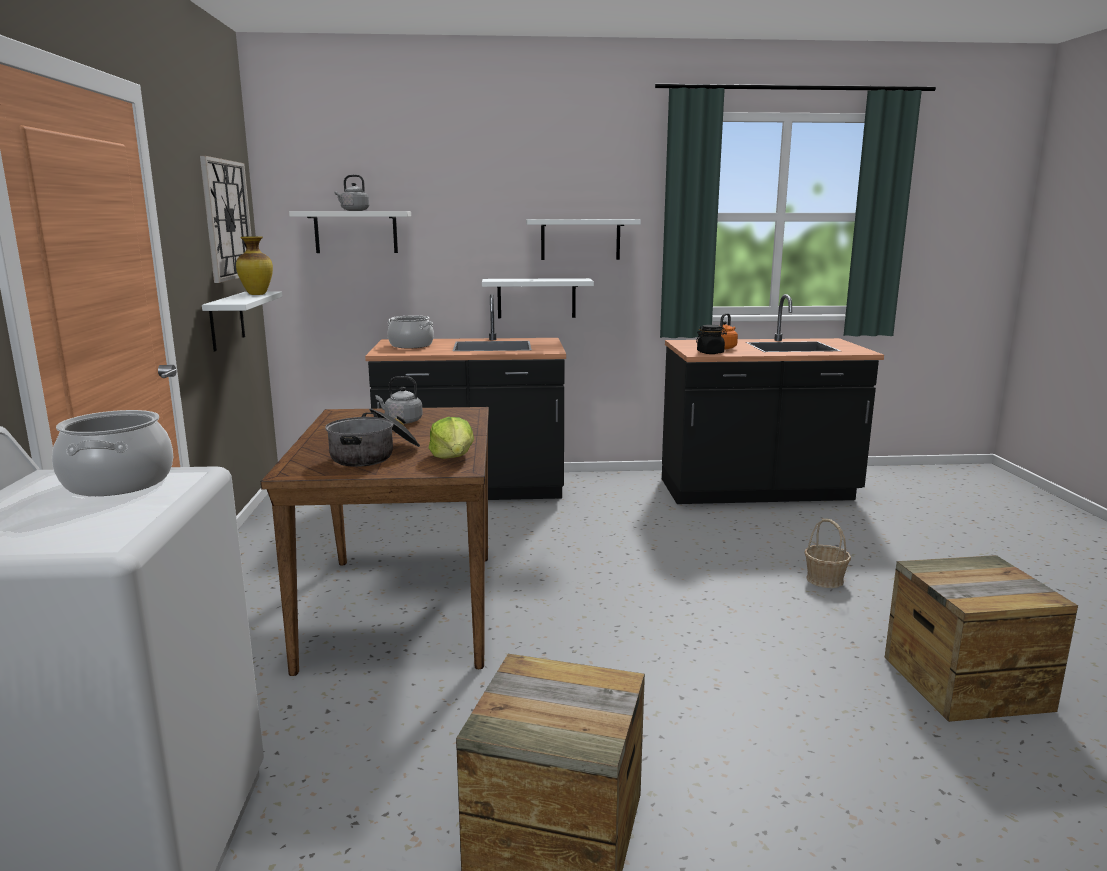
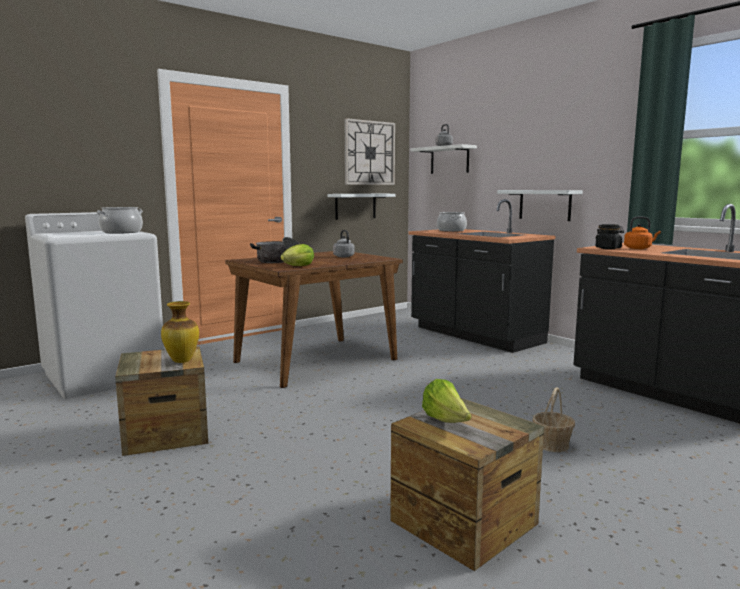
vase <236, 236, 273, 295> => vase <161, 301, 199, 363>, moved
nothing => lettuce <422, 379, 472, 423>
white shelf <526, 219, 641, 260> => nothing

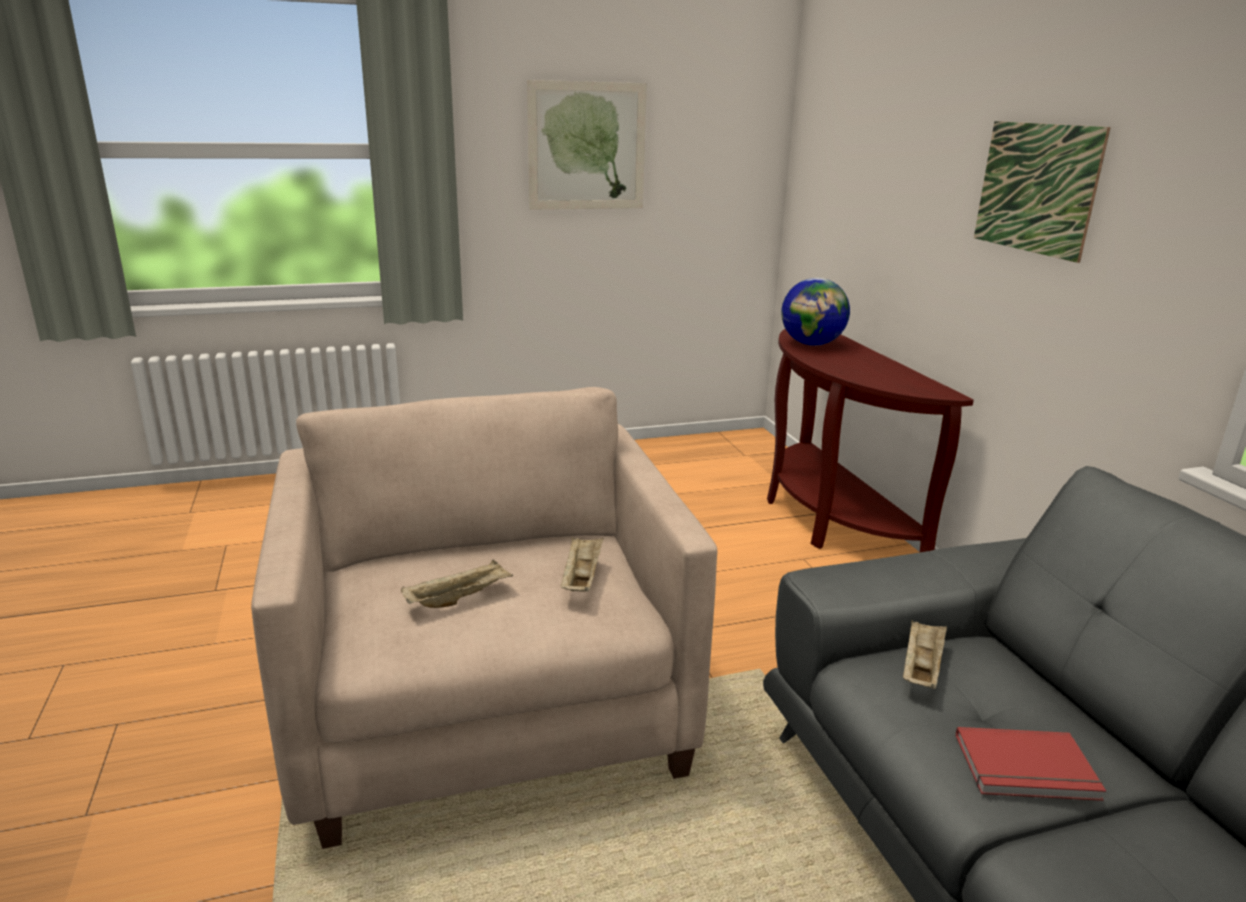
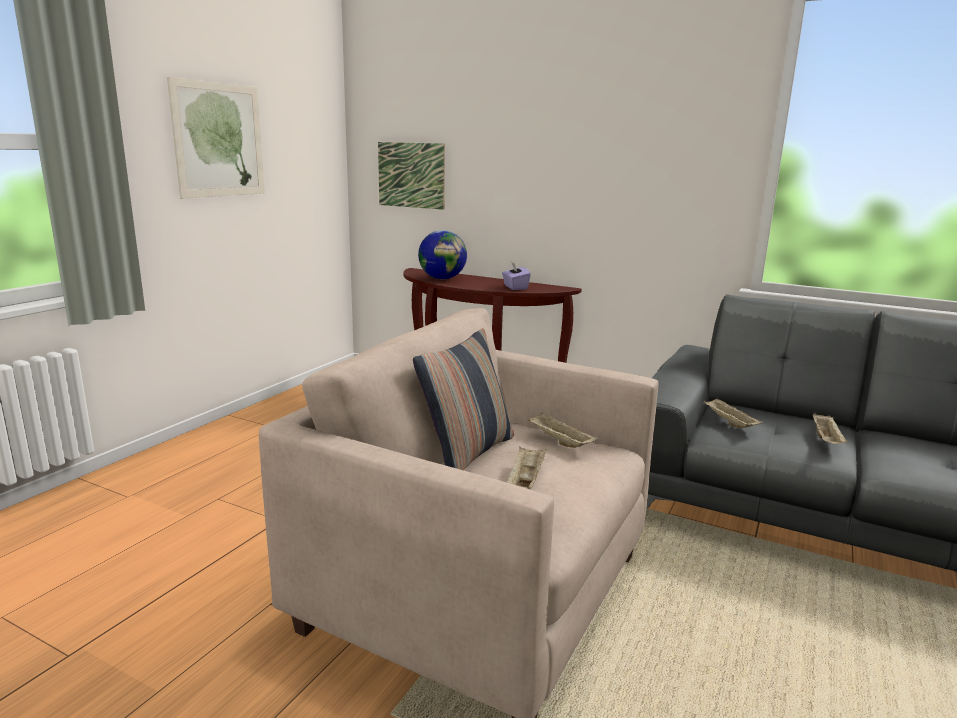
picture <974, 121, 1111, 263> => picture <378, 142, 445, 210>, moved
nothing => pillow <413, 328, 514, 470>
nothing => purple tissue box <502, 261, 531, 290>
red book <956, 727, 1106, 801> => beige tray <813, 413, 847, 444>

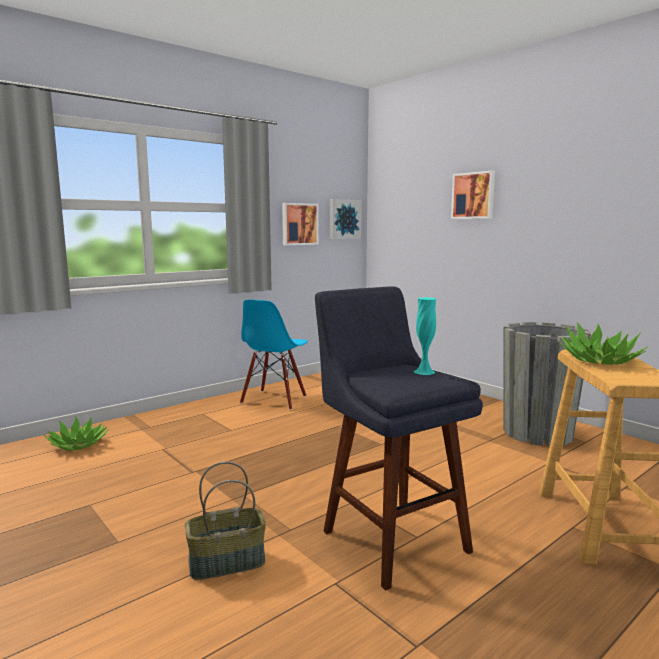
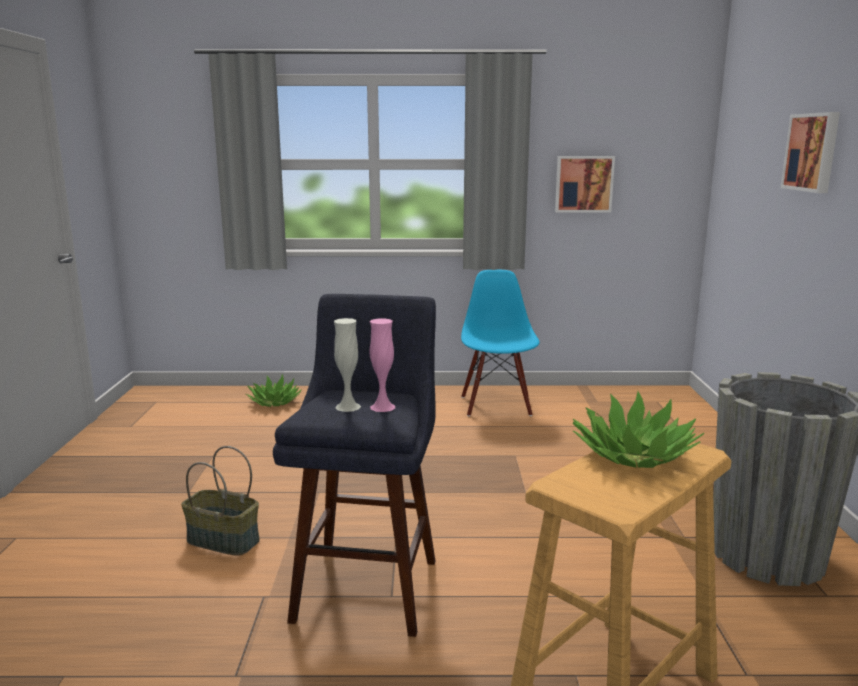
nothing => white vase <334, 318, 361, 412>
turquoise vase <414, 297, 436, 375> => pink vase <370, 318, 395, 412>
blue chair <240, 300, 308, 410> => blue chair <461, 270, 539, 416>, 120 degrees clockwise
picture <330, 199, 362, 239> => nothing

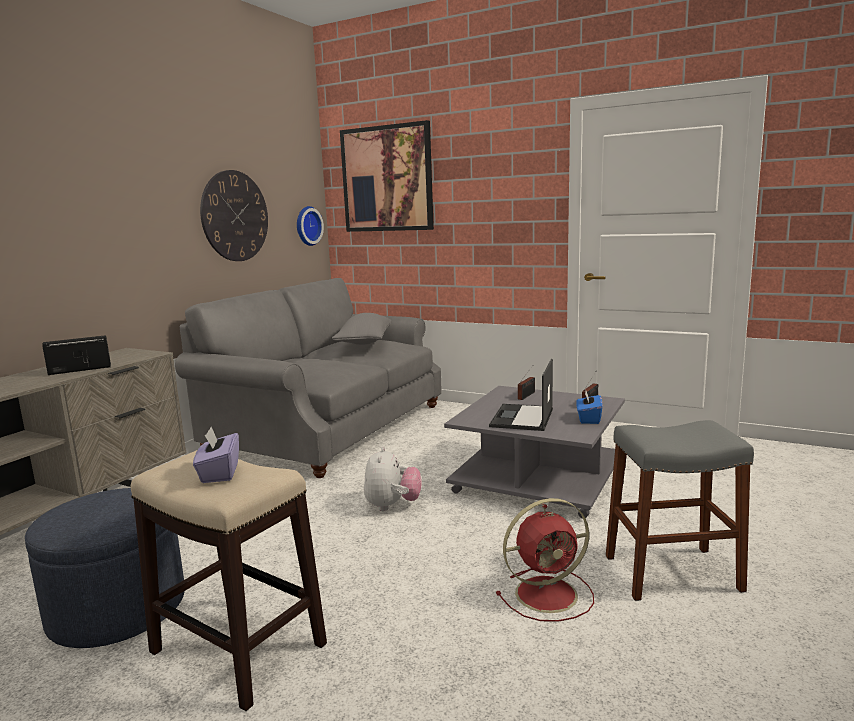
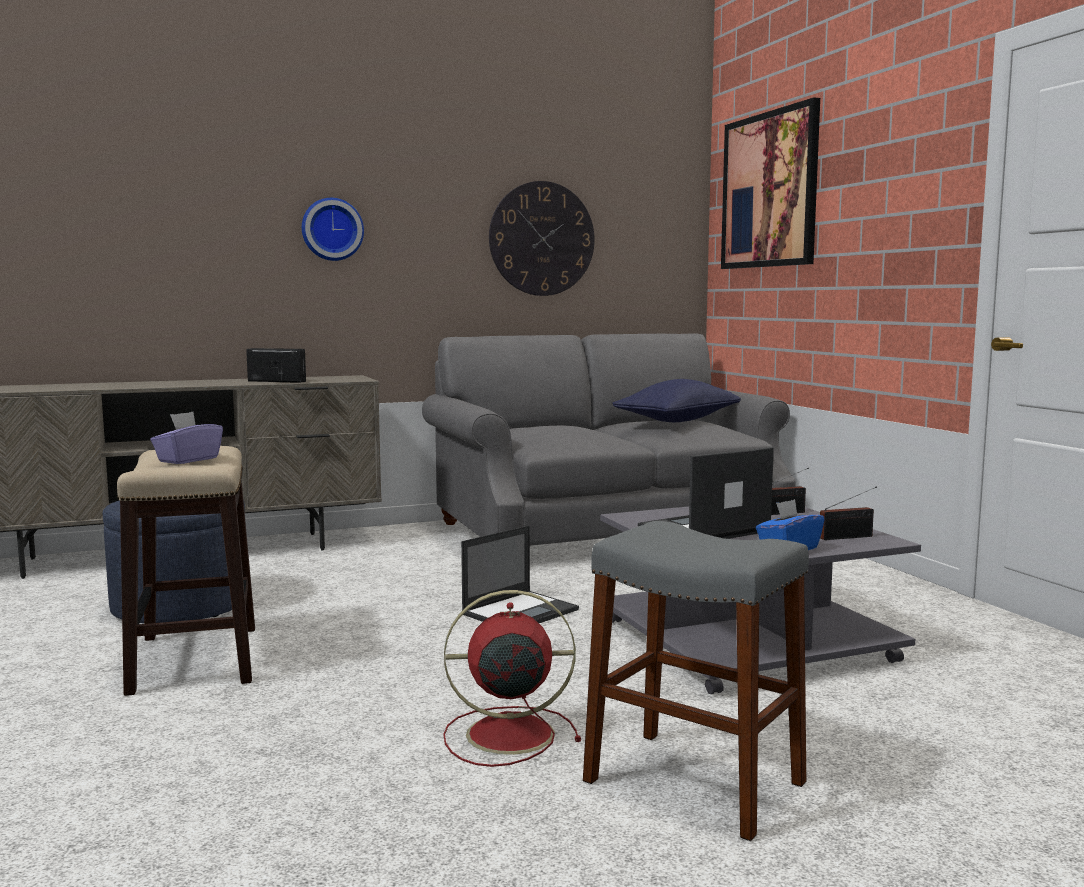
wall clock <297, 206, 324, 246> => wall clock <302, 198, 364, 261>, moved
red fan <496, 498, 594, 622> => red fan <443, 590, 581, 767>, 150 degrees clockwise
plush toy <364, 447, 421, 511> => laptop <461, 525, 579, 623>
grey pillow <332, 313, 392, 345> => blue pillow <612, 379, 741, 422>

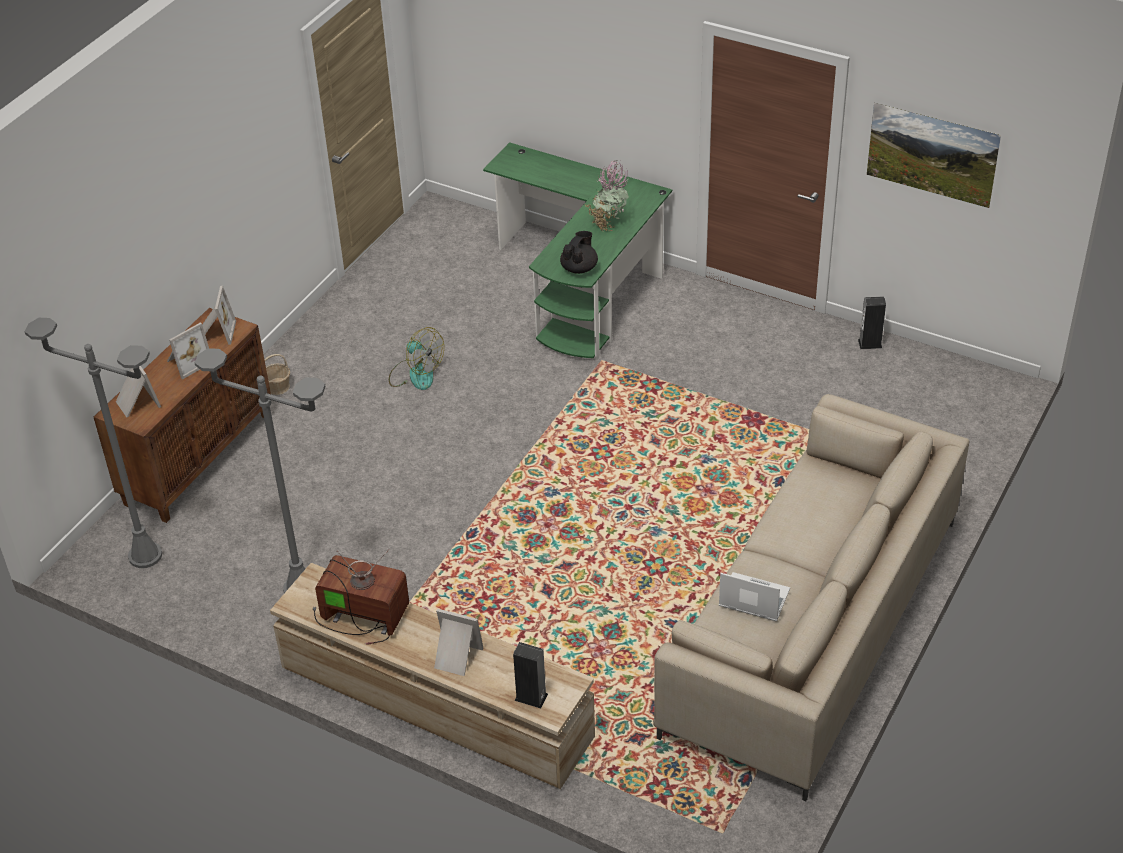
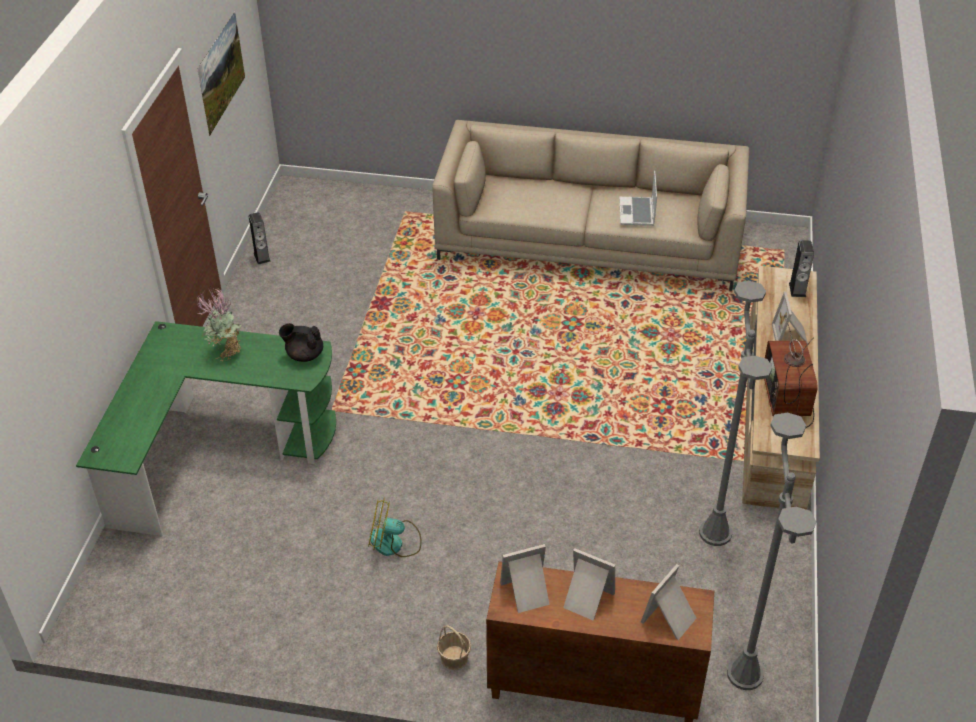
fan <389, 327, 444, 390> => fan <368, 497, 422, 557>, 105 degrees counterclockwise

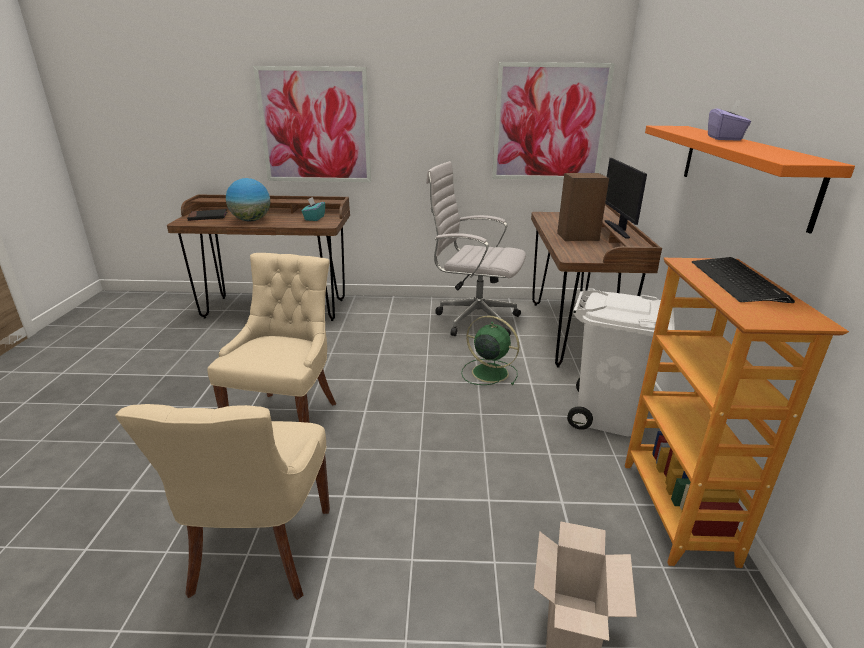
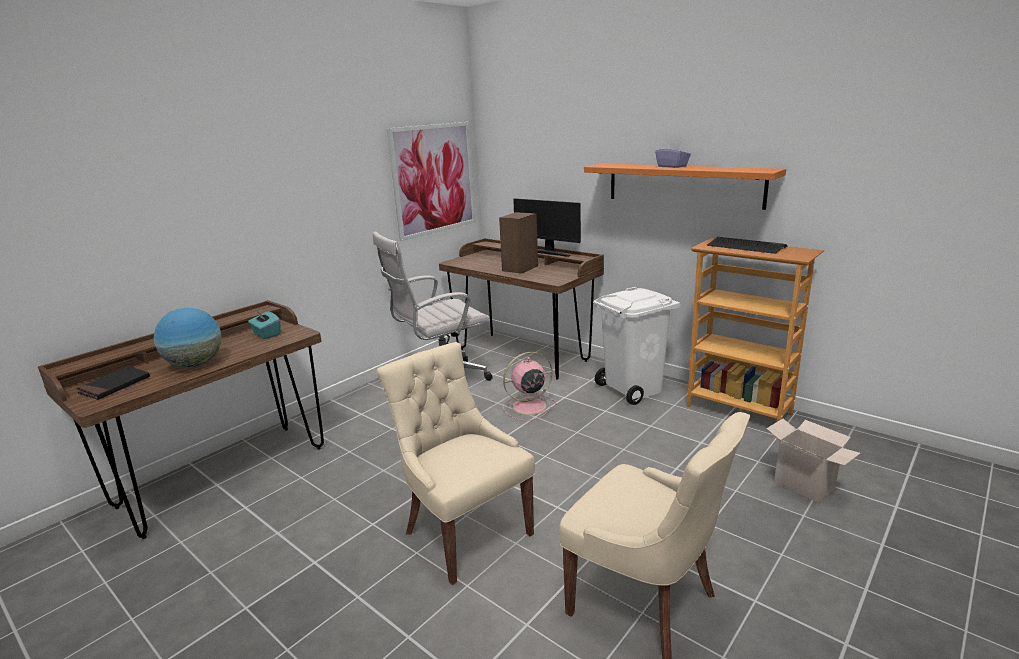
green fan <461, 315, 520, 385> => pink fan <503, 352, 558, 421>
picture <253, 66, 371, 182> => nothing

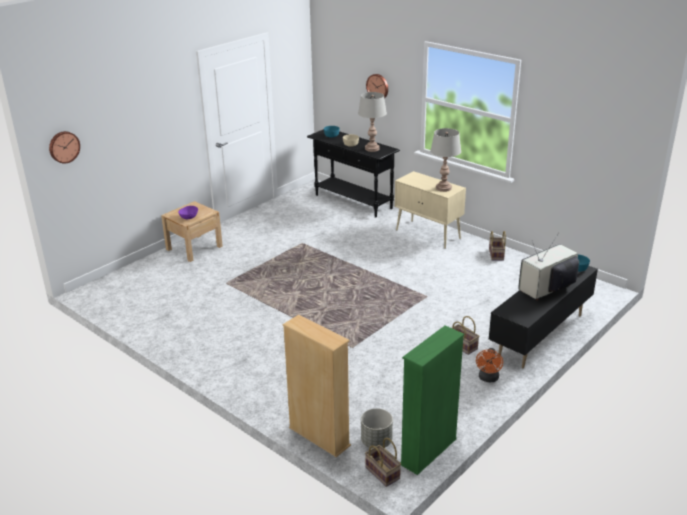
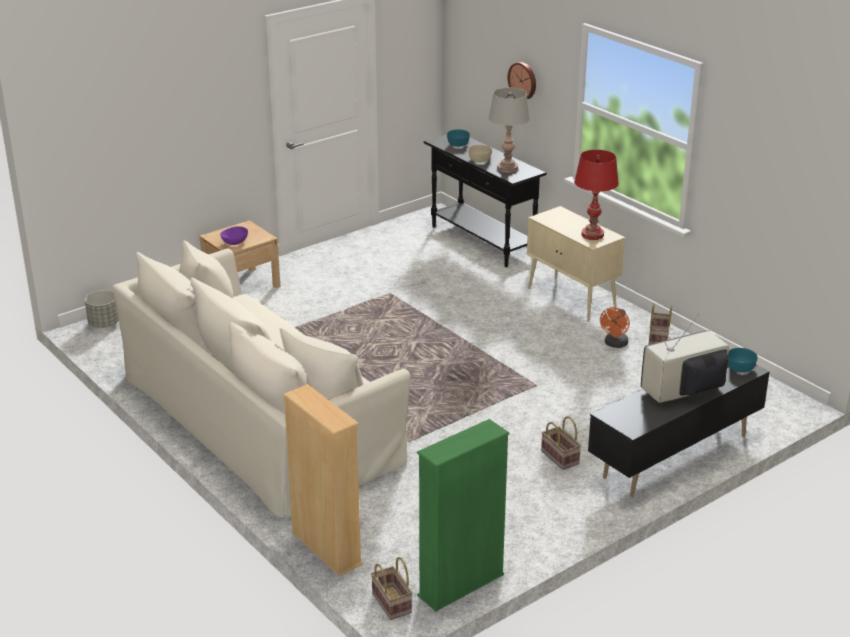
grey planter <361, 408, 393, 448> => grey planter <85, 290, 119, 328>, moved
nothing => beige sofa <112, 240, 411, 518>
grey table lamp <430, 128, 461, 192> => red table lamp <574, 150, 619, 240>
orange fan <476, 348, 503, 382> => orange fan <600, 307, 630, 348>, moved
wall clock <49, 131, 80, 164> => nothing

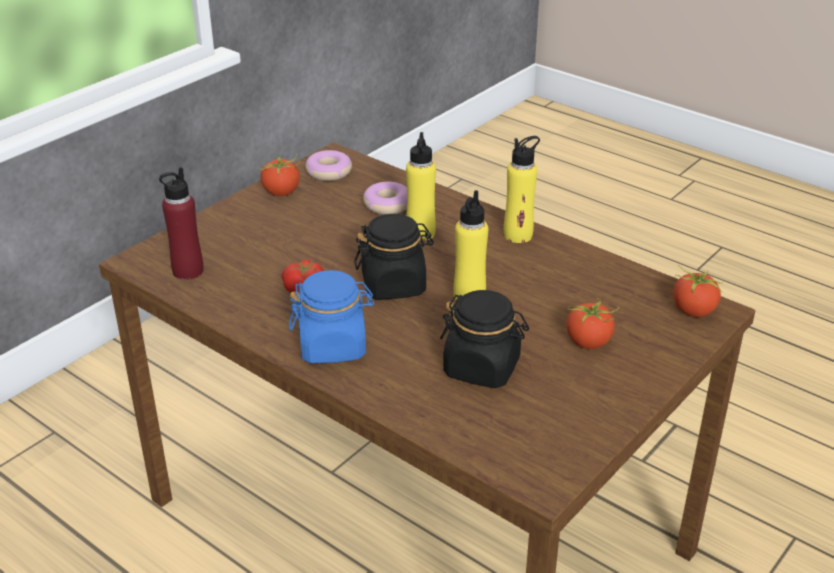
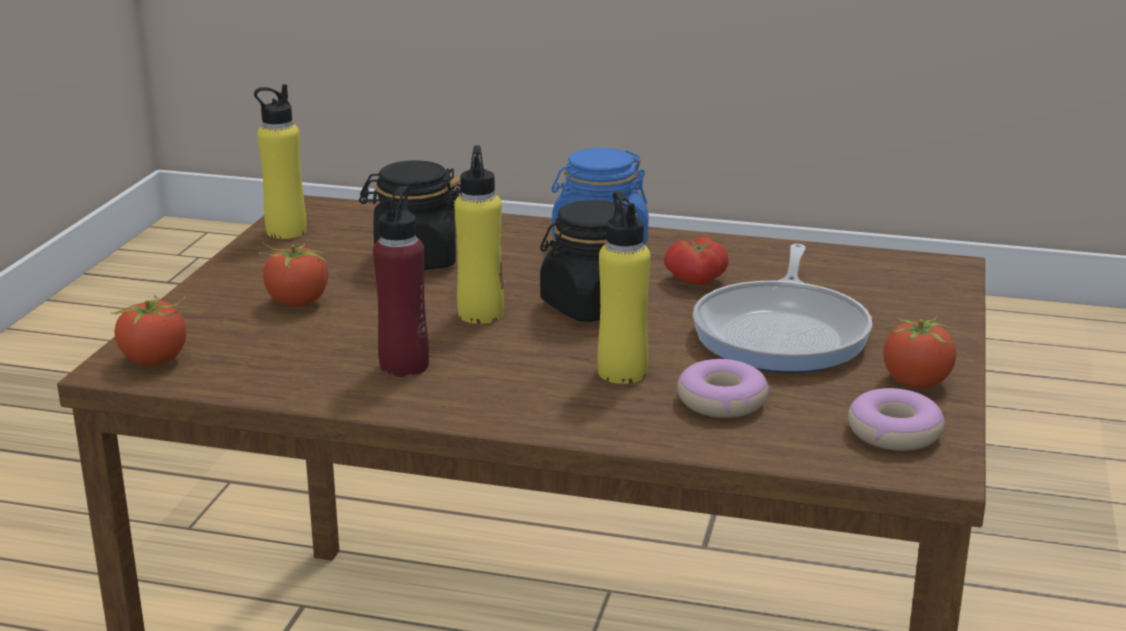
yellow bottle <504, 136, 540, 243> => yellow bottle <254, 84, 307, 239>, moved
red bottle <159, 167, 203, 280> => red bottle <373, 186, 429, 377>, moved
nothing => frying pan <693, 244, 872, 373>

